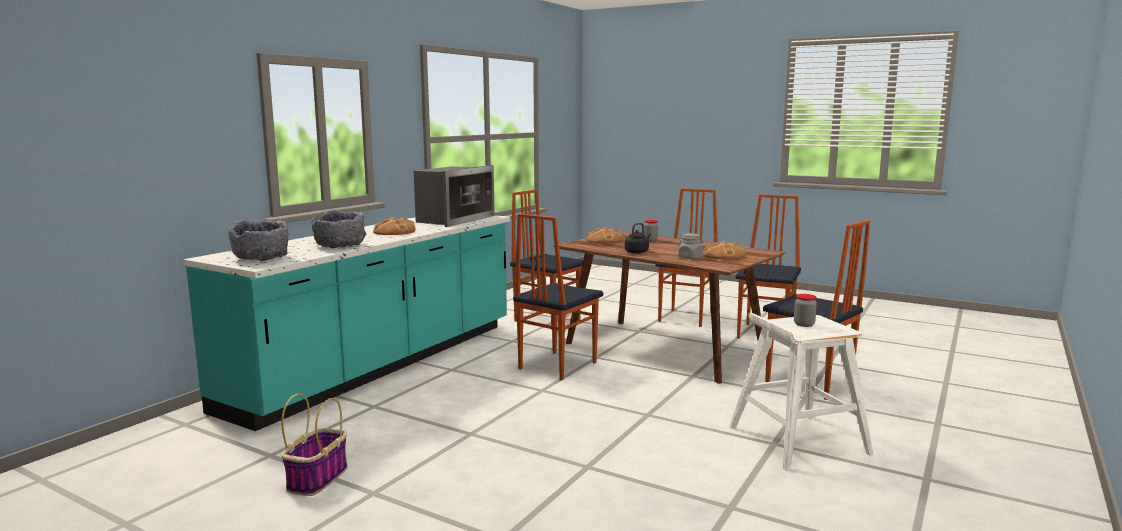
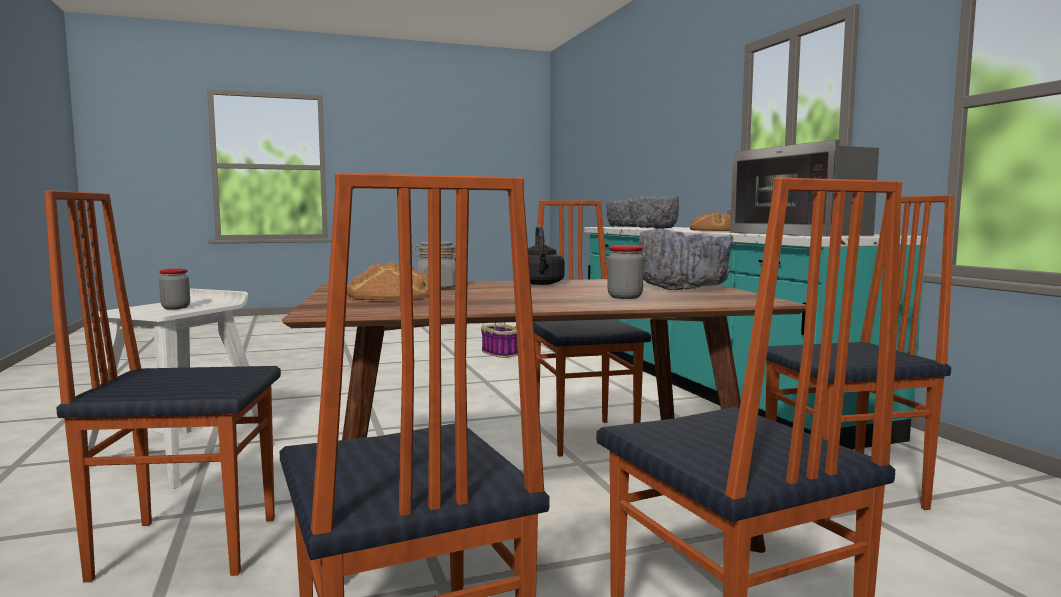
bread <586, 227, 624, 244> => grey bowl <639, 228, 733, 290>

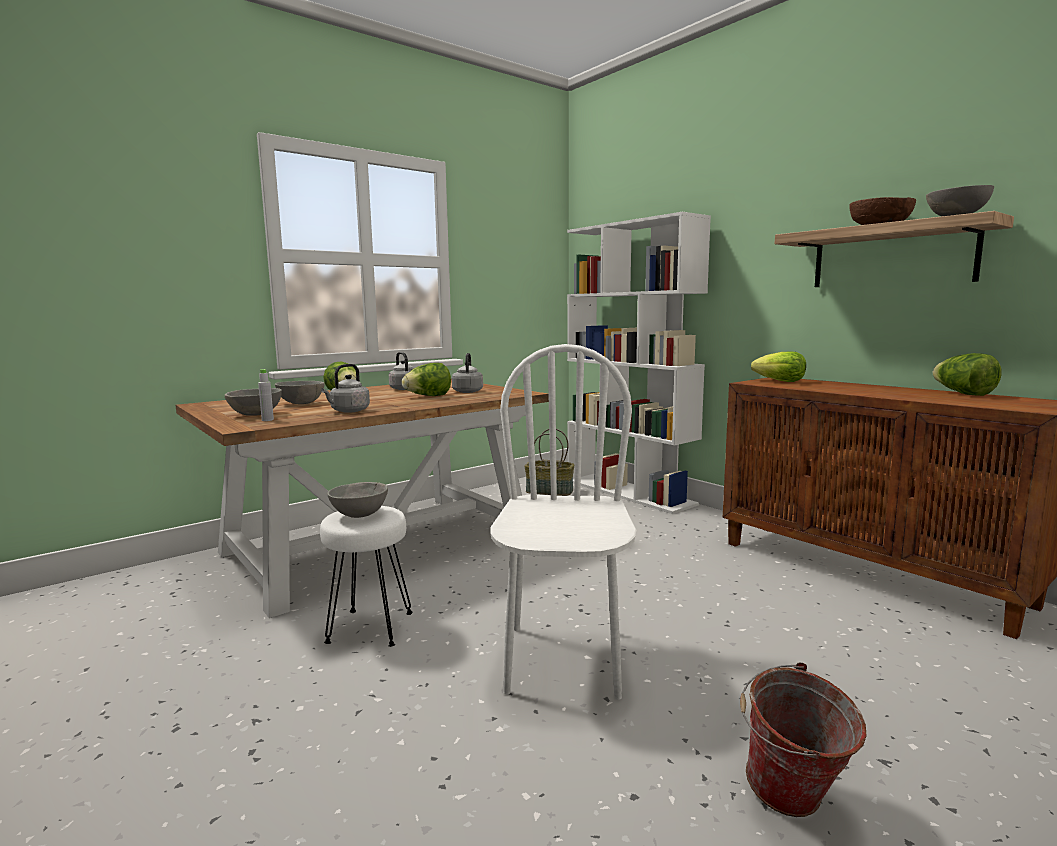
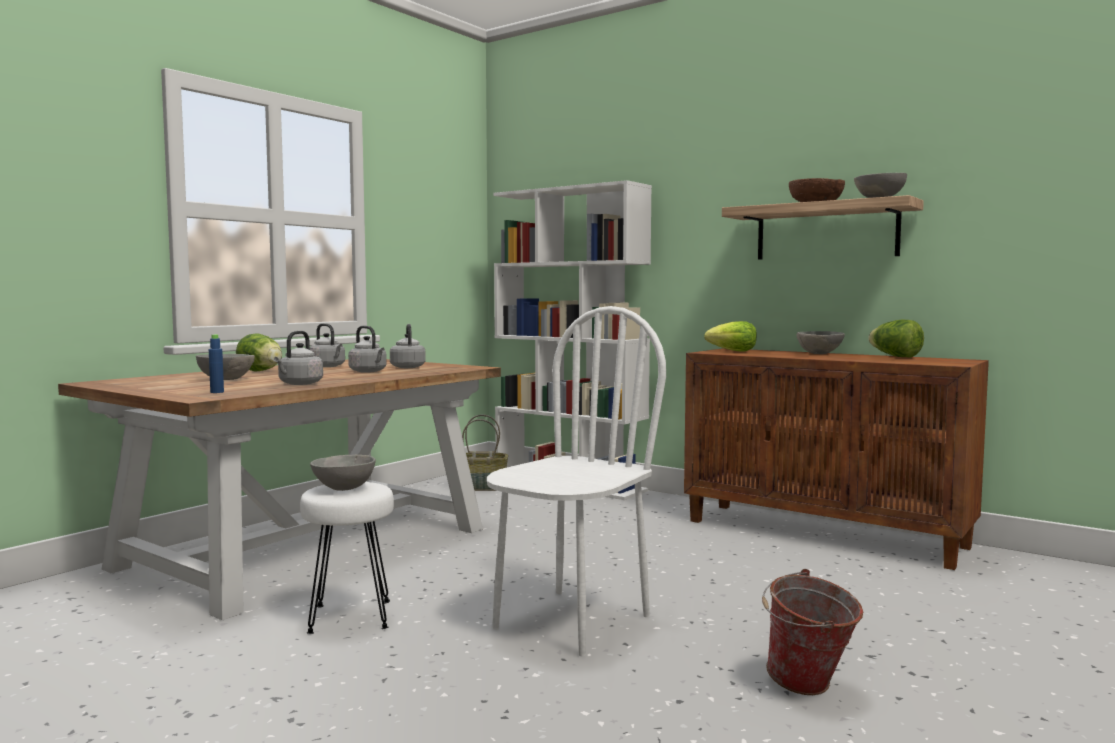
grey bottle <258, 369, 274, 421> => blue bottle <209, 334, 224, 393>
lettuce <402, 363, 451, 396> => grey kettle <348, 326, 387, 373>
white chair <490, 344, 636, 700> => white chair <487, 306, 666, 656>, 45 degrees clockwise
grey bowl <225, 388, 282, 416> => grey bowl <797, 331, 845, 354>, moved

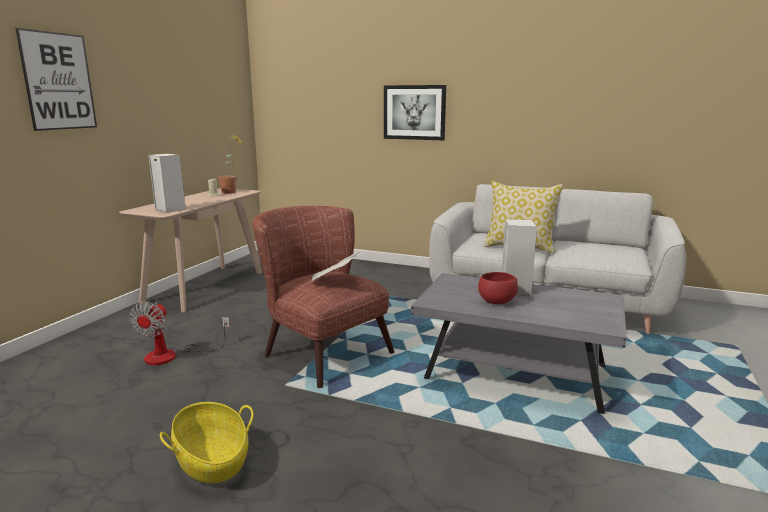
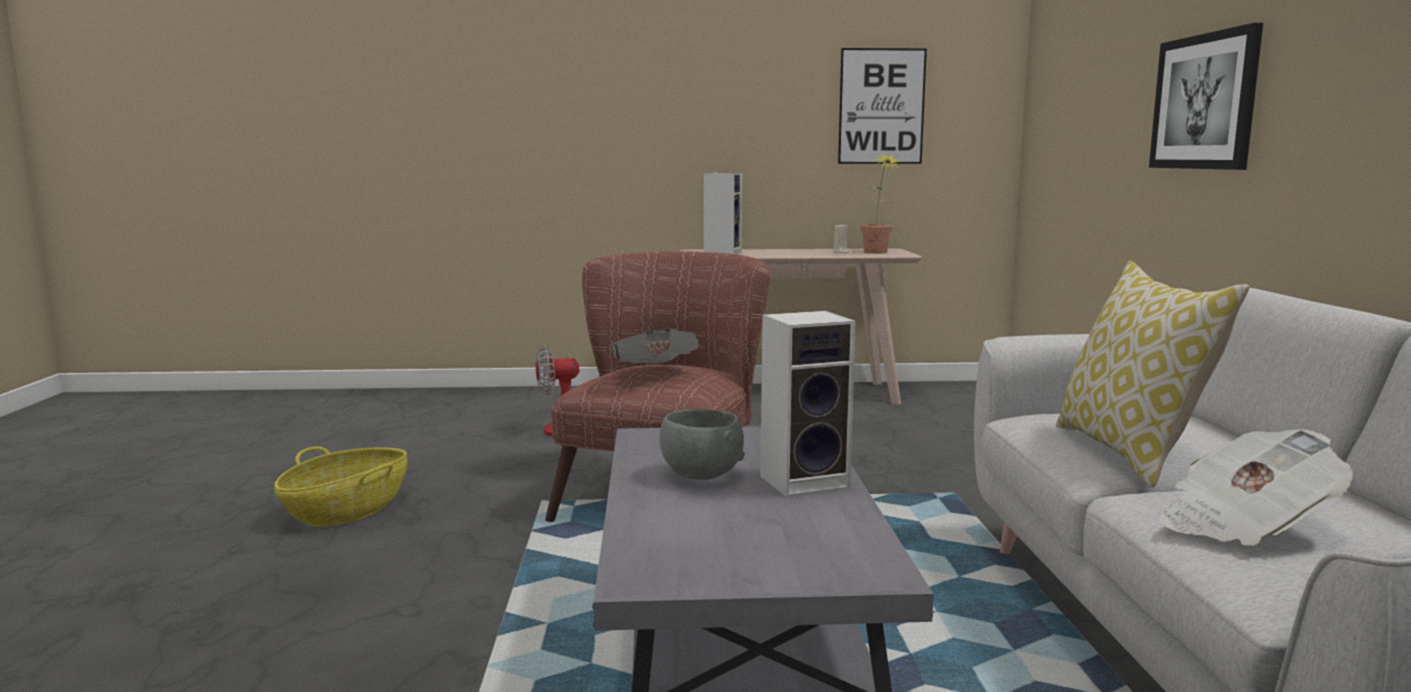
red bowl <478, 272, 518, 304> => grey bowl <659, 409, 745, 480>
picture <15, 28, 97, 131> => picture <838, 48, 927, 164>, moved
nothing => newspaper <1159, 429, 1353, 546>

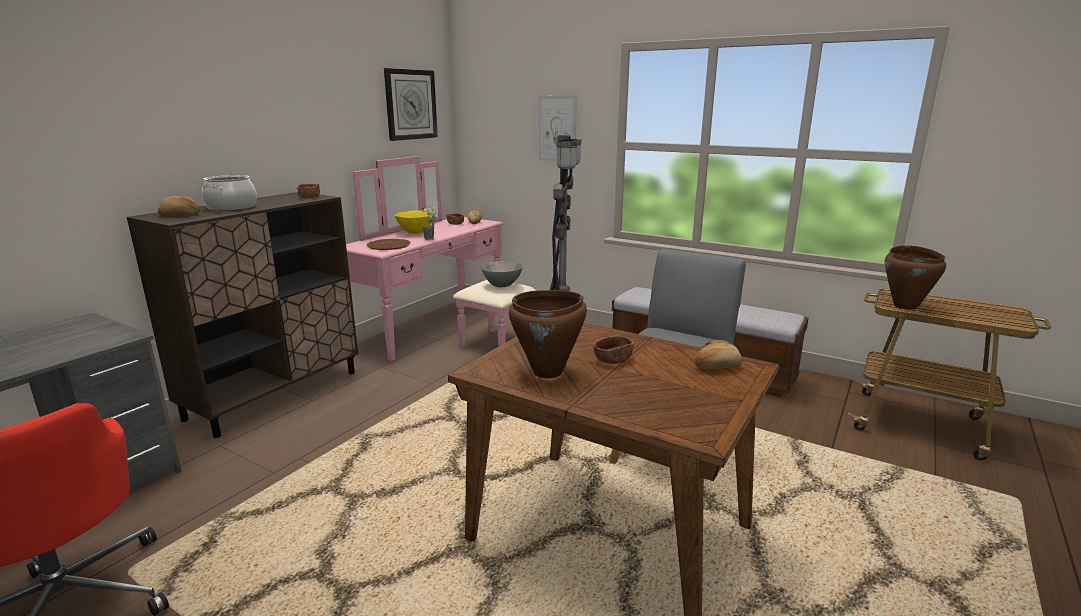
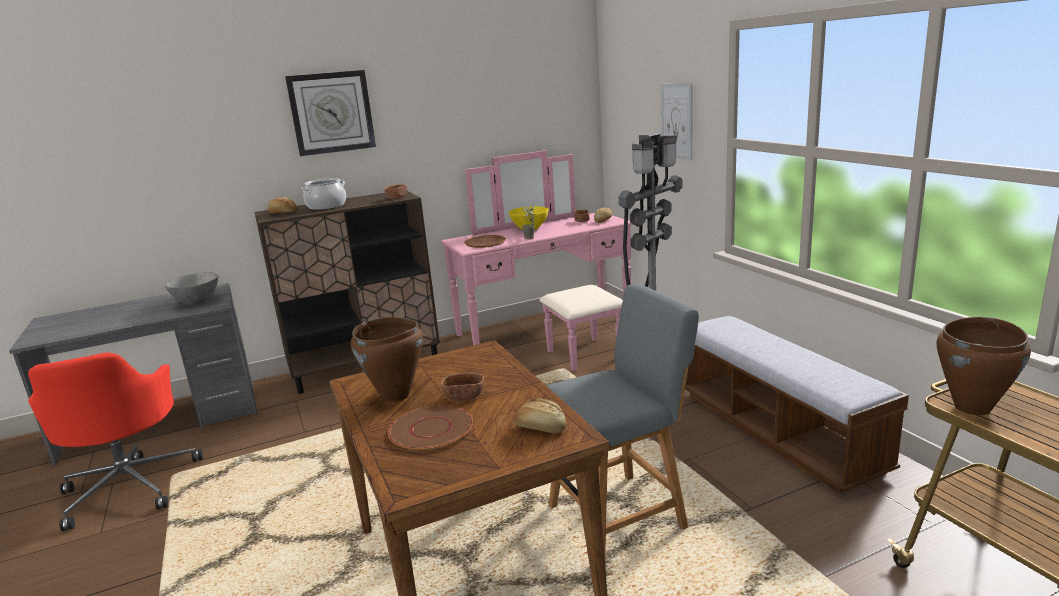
grey bowl <481, 261, 523, 287> => grey bowl <165, 272, 218, 305>, moved
wall clock <384, 68, 438, 141> => wall clock <285, 70, 376, 156>, moved
nothing => brown plate <388, 405, 473, 451>

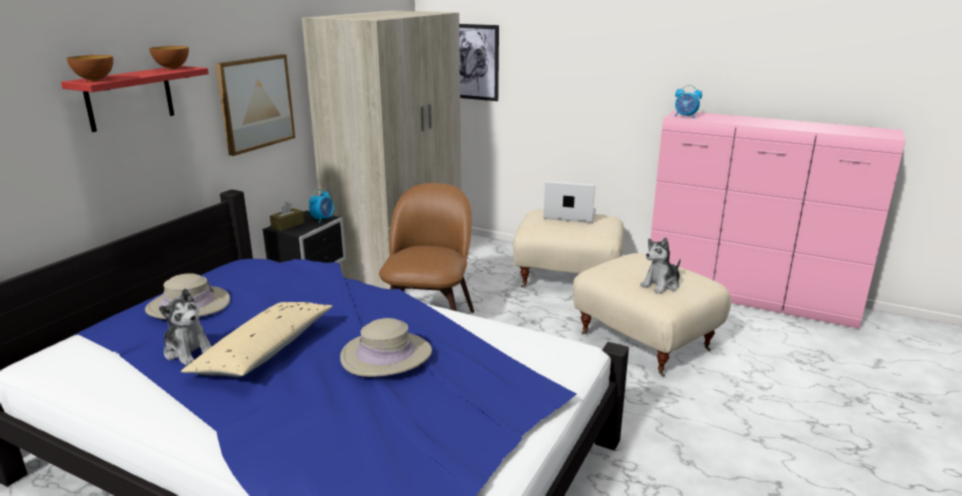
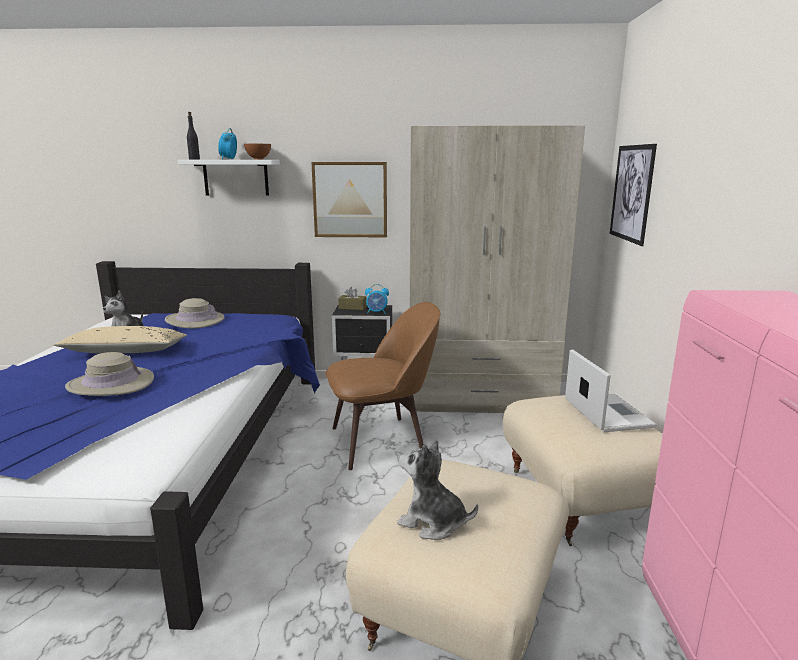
red shelf <61, 66, 209, 132> => white shelf <178, 160, 280, 196>
bowl <67, 55, 113, 82> => black bottle <187, 112, 200, 160>
alarm clock <674, 85, 702, 118> => alarm clock <218, 128, 237, 160>, moved

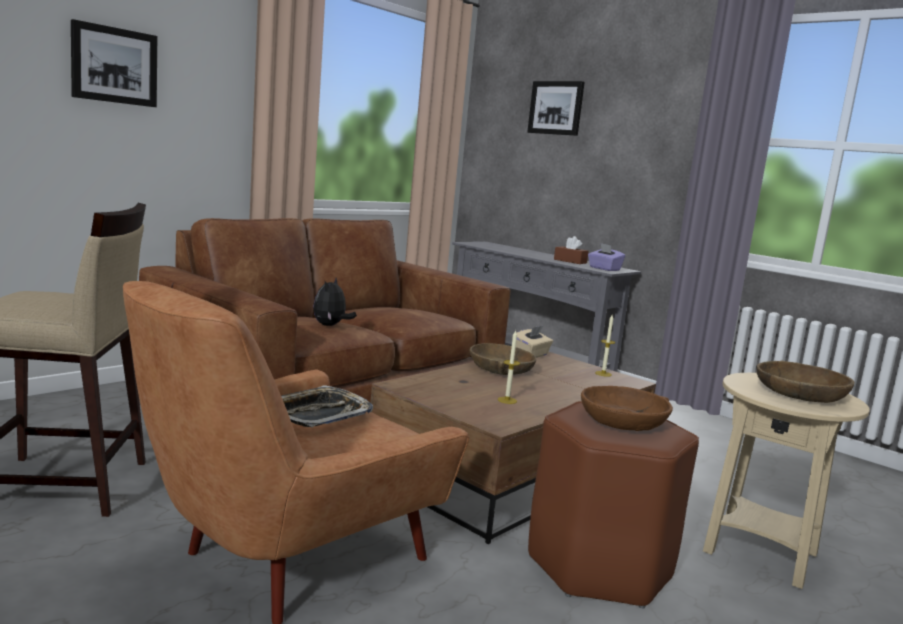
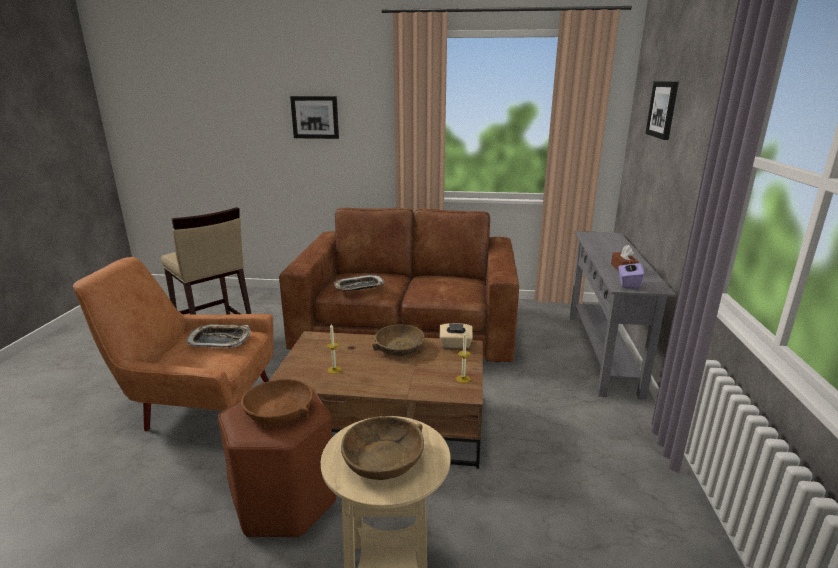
plush toy <313, 278, 357, 326> => tray <334, 275, 385, 291>

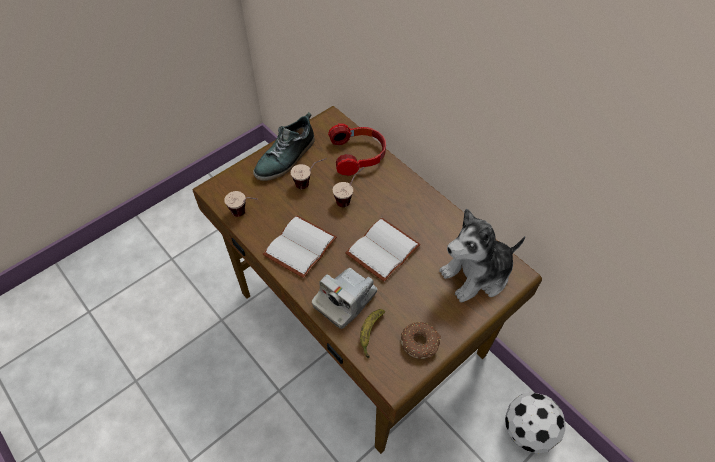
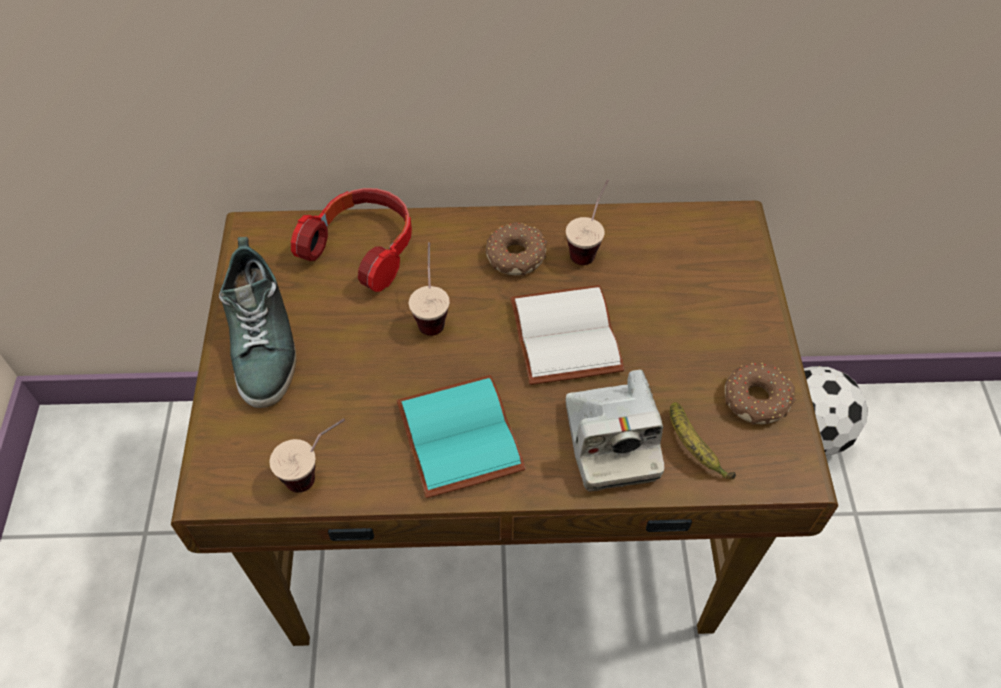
white book <263, 215, 337, 278> => turquoise book <396, 375, 526, 498>
nothing => donut <486, 222, 547, 276>
cup <291, 158, 327, 189> => cup <566, 179, 609, 265>, moved
plush toy <439, 208, 525, 303> => nothing

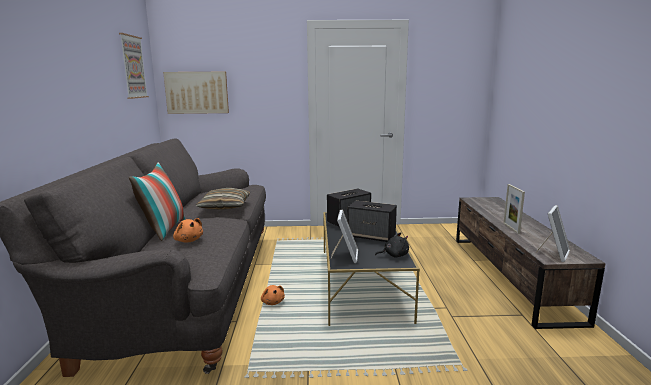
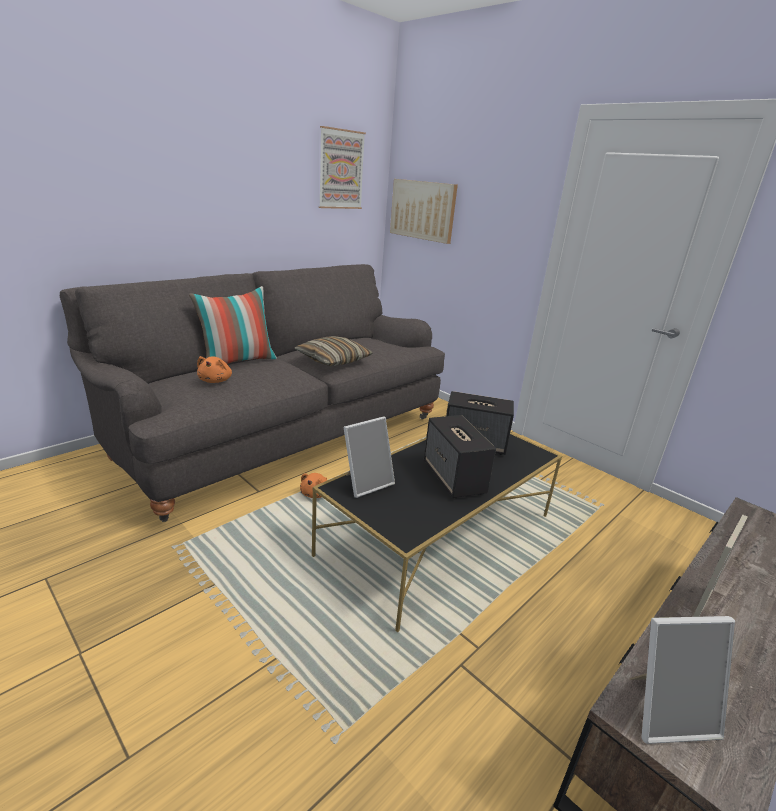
black plush toy <375, 232, 409, 258> => nothing

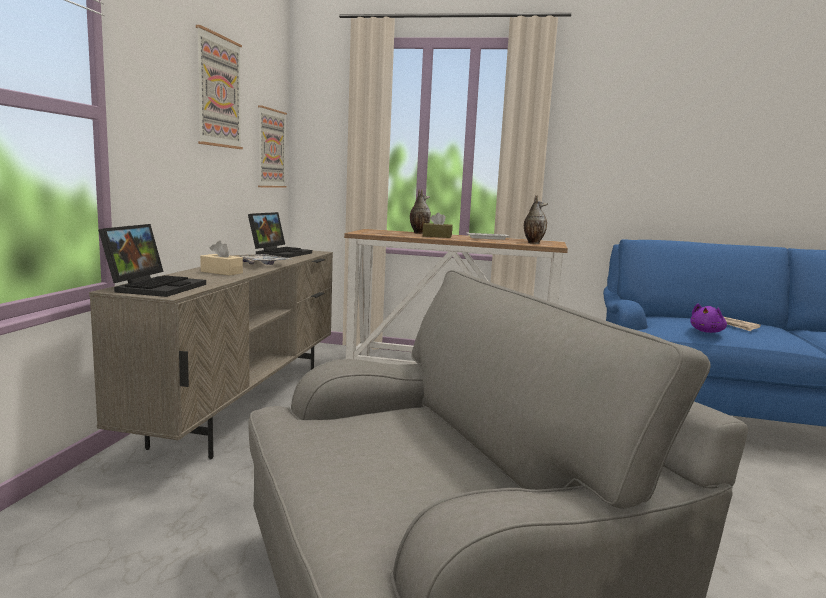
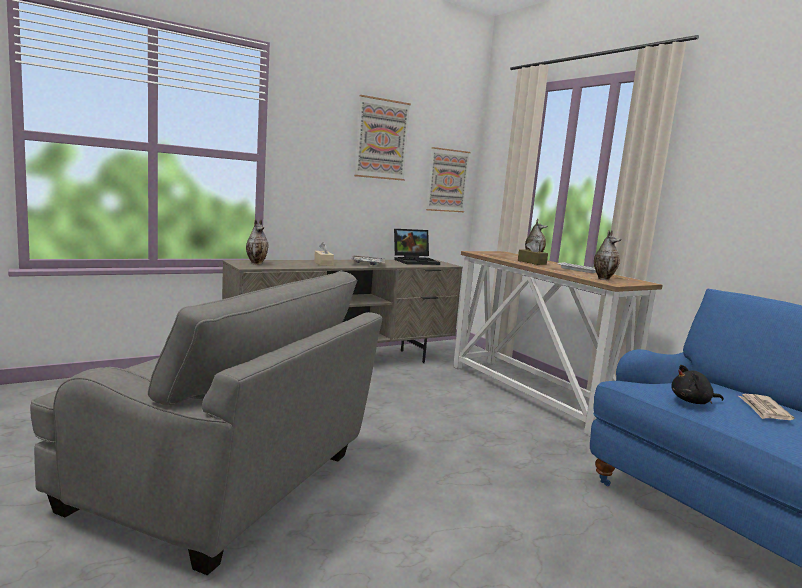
laptop <98, 224, 206, 297> => vase <246, 219, 269, 264>
purple plush toy <690, 304, 727, 333> => black plush toy <671, 365, 724, 404>

